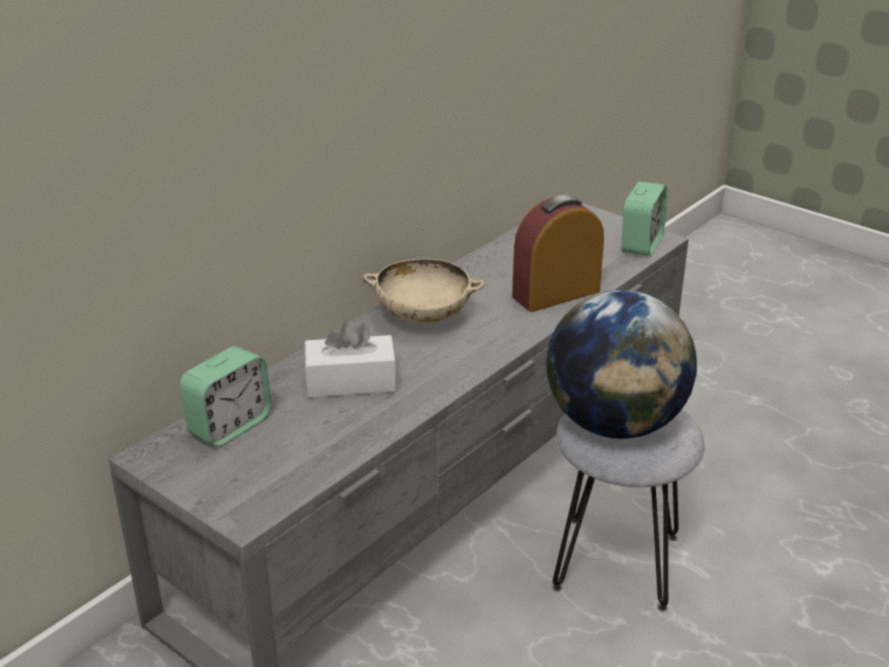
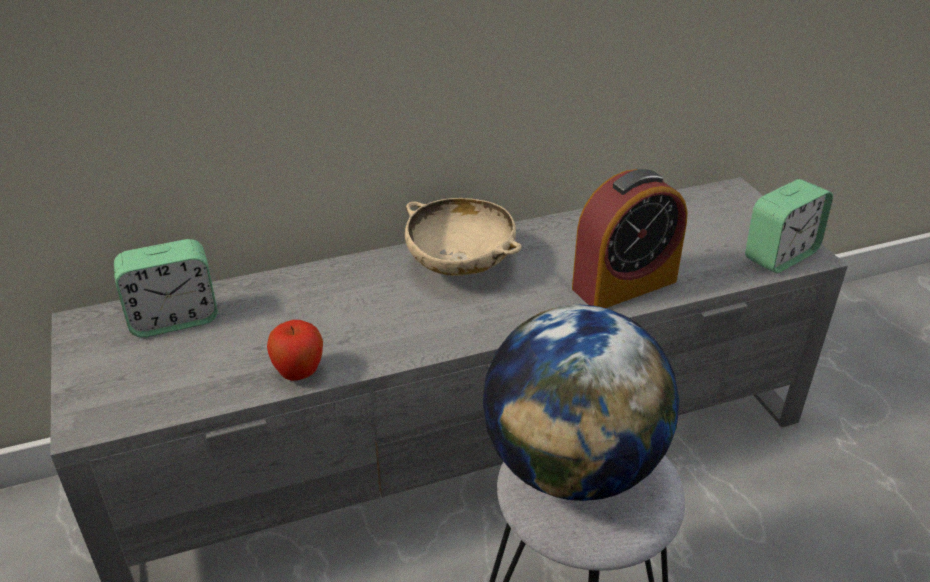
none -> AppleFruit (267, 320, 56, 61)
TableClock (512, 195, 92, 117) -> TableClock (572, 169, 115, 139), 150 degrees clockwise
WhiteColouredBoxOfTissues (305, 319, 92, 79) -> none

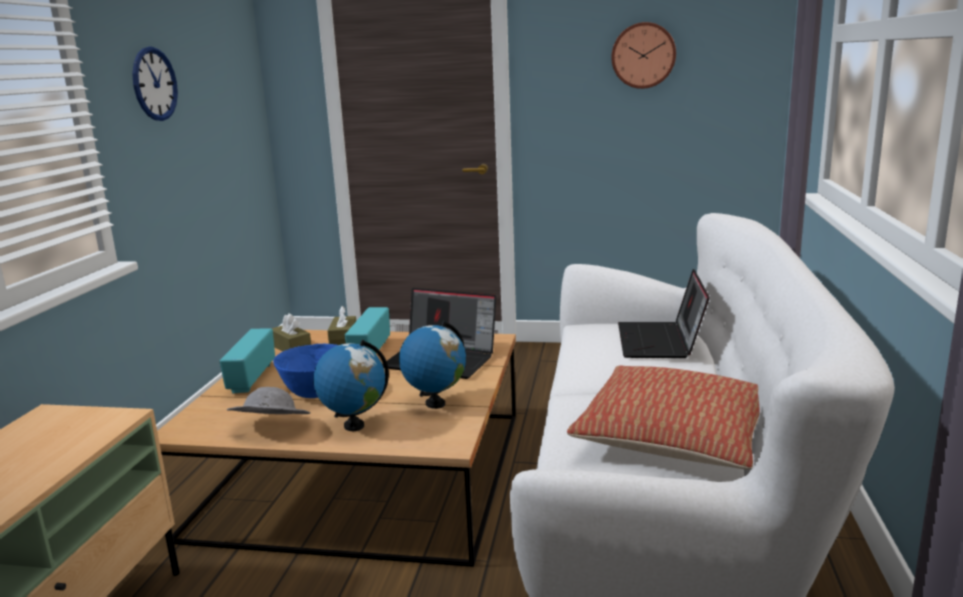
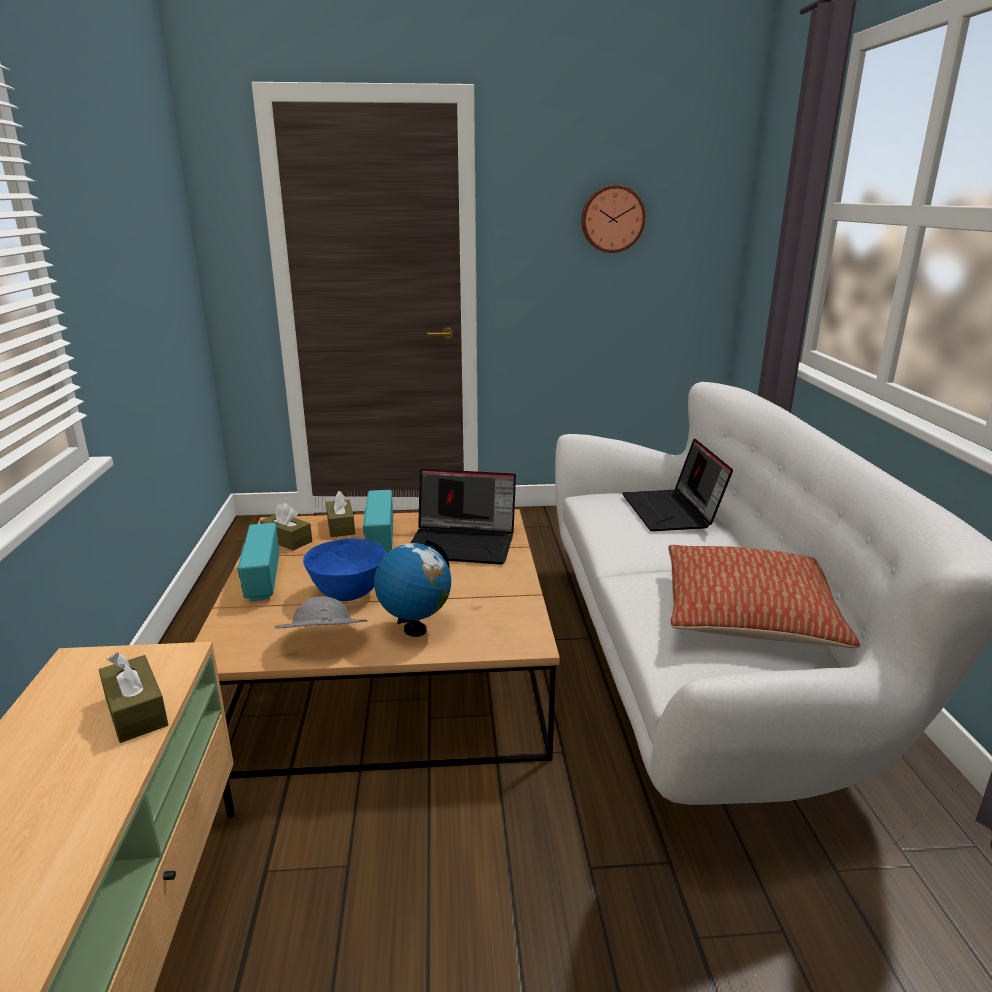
none -> BrownBoxOfTissues (99, 652, 69, 91)
WallClock (132, 47, 46, 74) -> none
DeskGlobe (399, 321, 67, 88) -> none

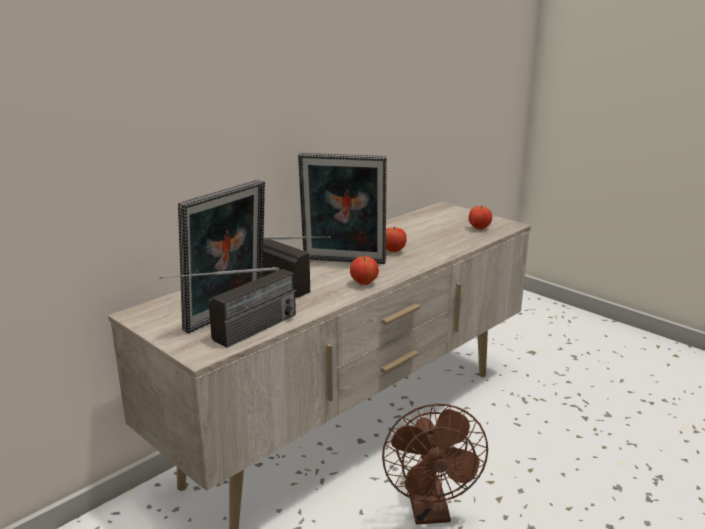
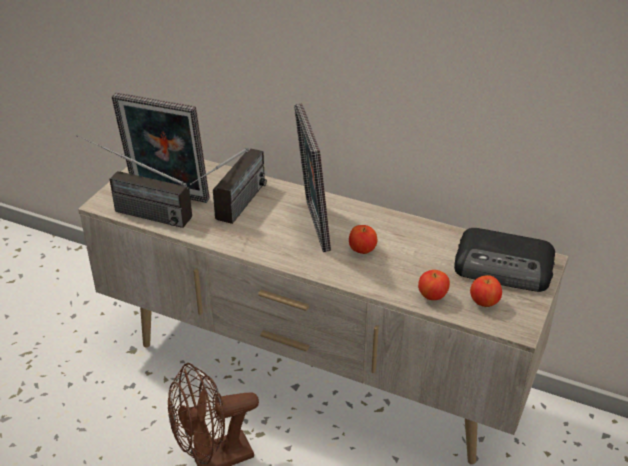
AppleFruit (350, 256, 29, 29) -> AppleFruit (418, 270, 32, 30), moved
none -> RadioSet (454, 228, 101, 64)

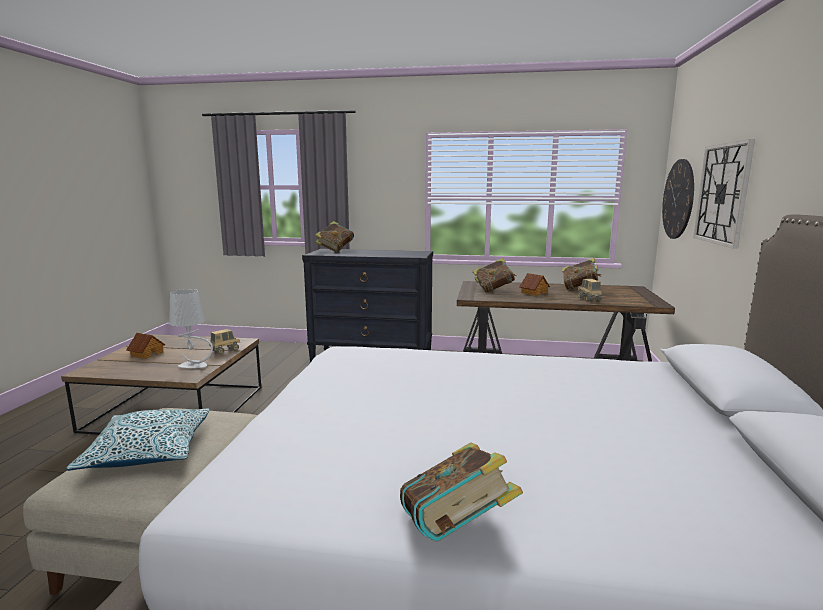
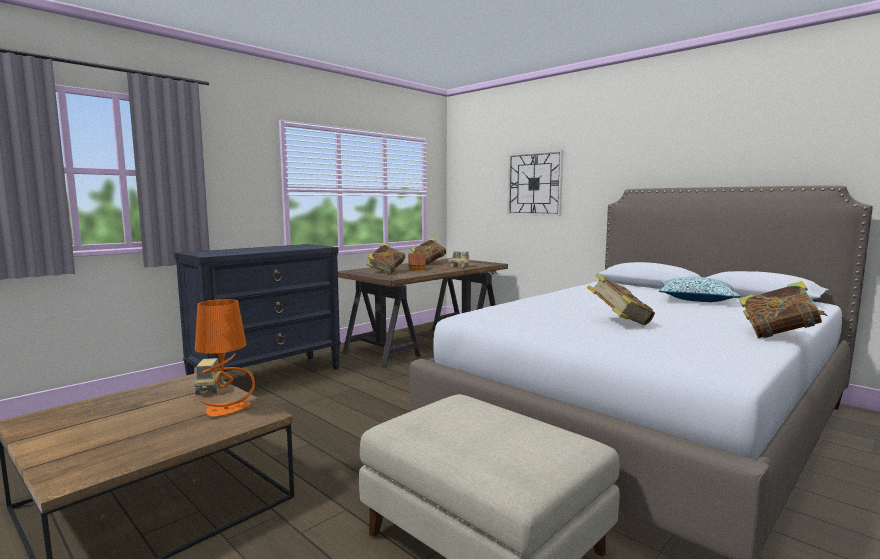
GreyTabletopLamp (169, 289, 44, 79) -> OrangeTabletopLamp (195, 299, 60, 118)
Volume (315, 221, 39, 31) -> Volume (587, 273, 68, 52), moved
Pillow (66, 409, 144, 62) -> Pillow (659, 277, 82, 25), moved
MiniatureHouse (126, 333, 39, 26) -> none
WallClock (662, 159, 32, 80) -> none

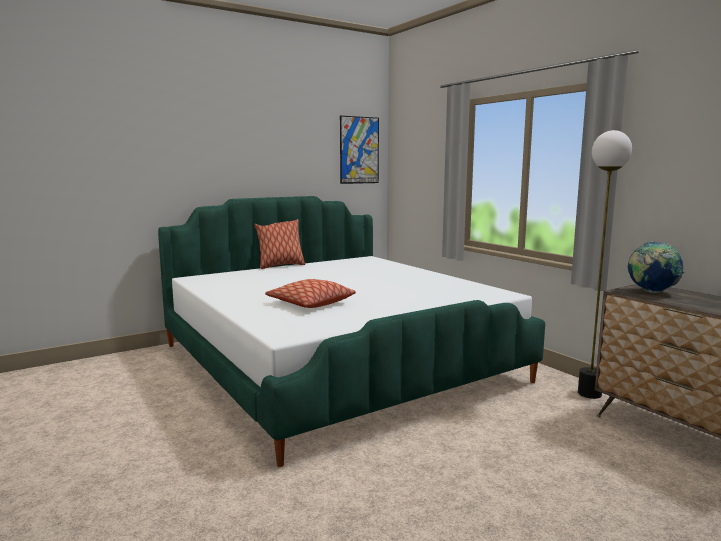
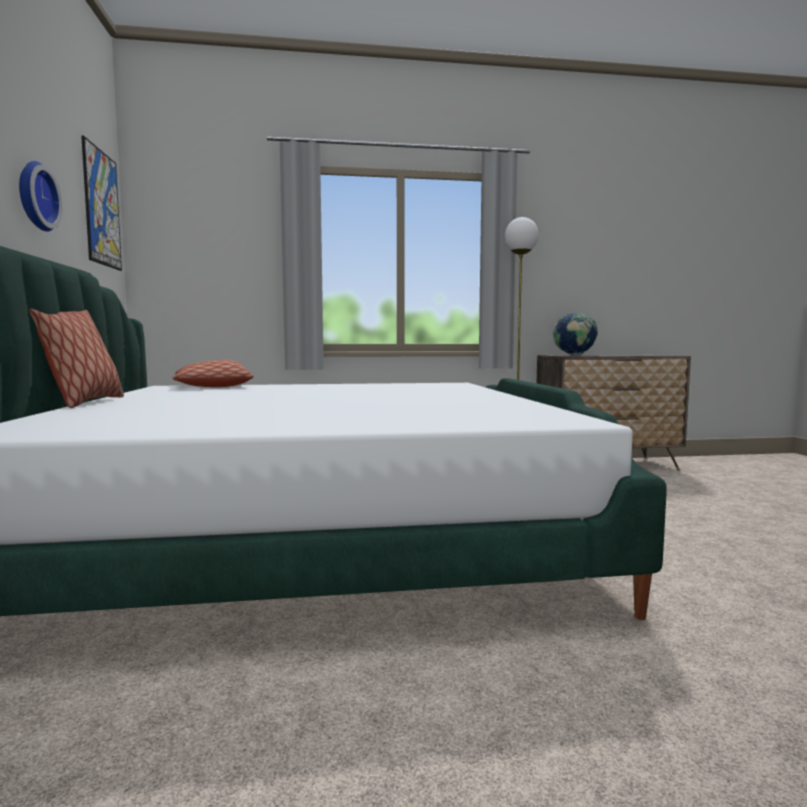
none -> WallClock (19, 161, 44, 71)
Pillow (265, 279, 91, 29) -> Pillow (173, 360, 81, 27), moved

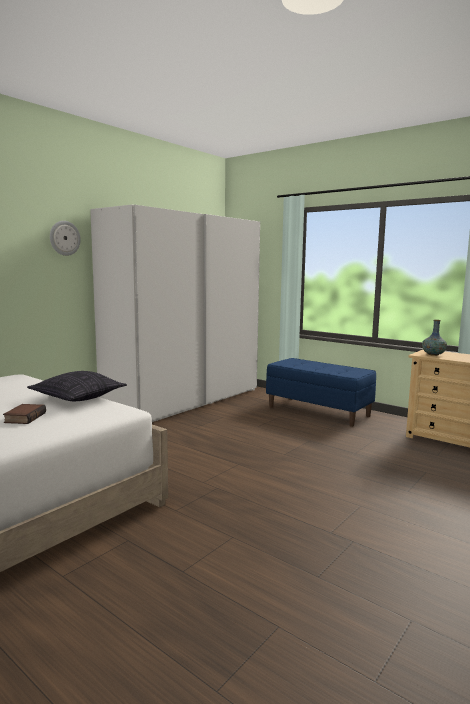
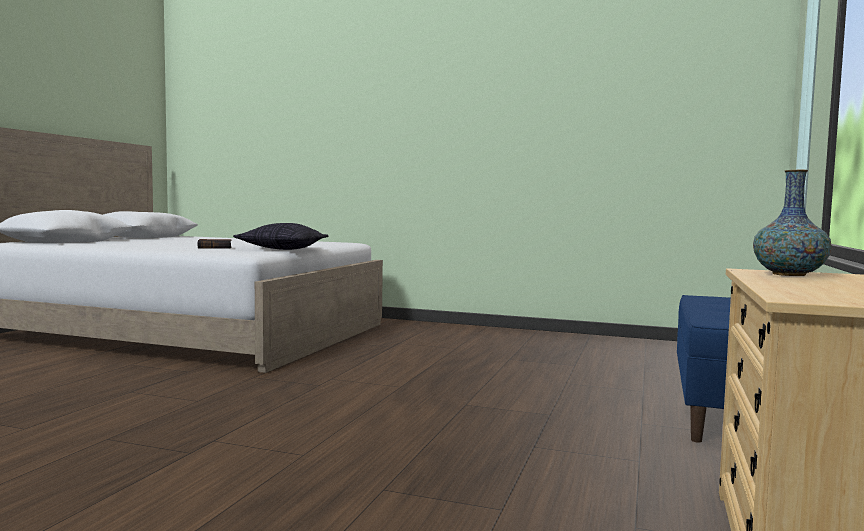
WallClock (50, 221, 31, 35) -> none
WhiteColouredWardrobe (90, 204, 170, 218) -> none

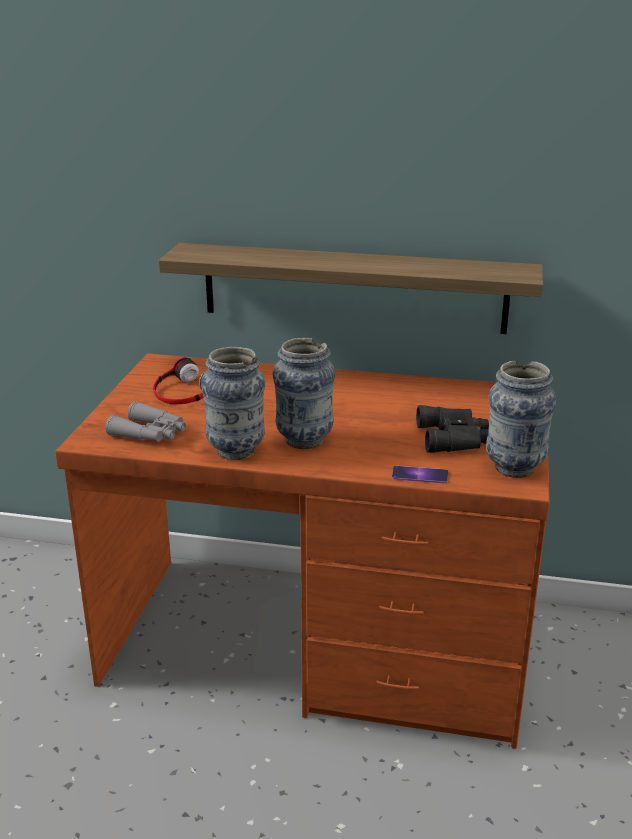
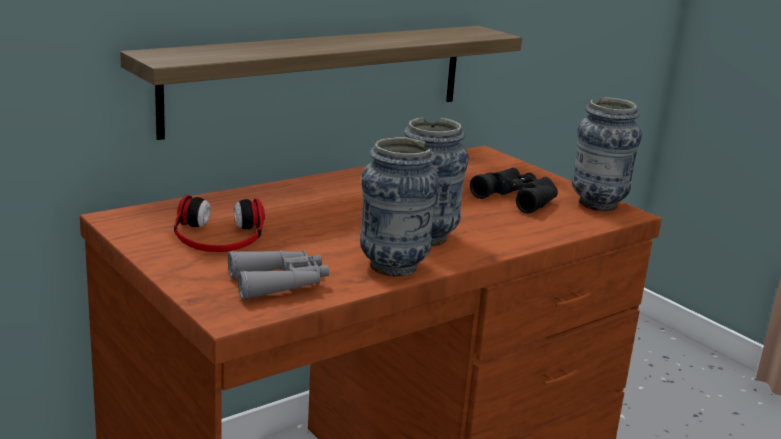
Telephone (392, 466, 56, 17) -> none

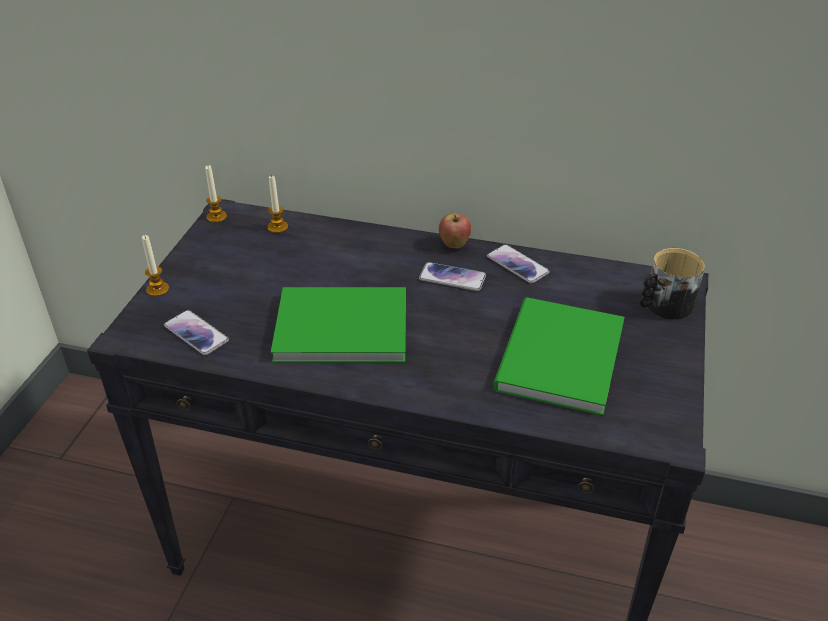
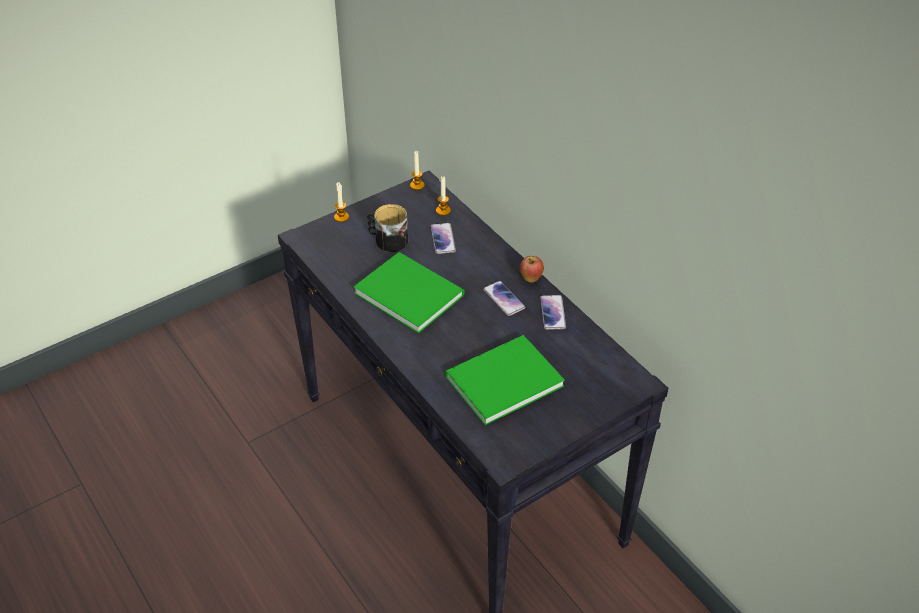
Mug (639, 248, 66, 72) -> Mug (367, 204, 41, 48), moved
Telephone (164, 310, 65, 45) -> Telephone (431, 223, 25, 31), moved

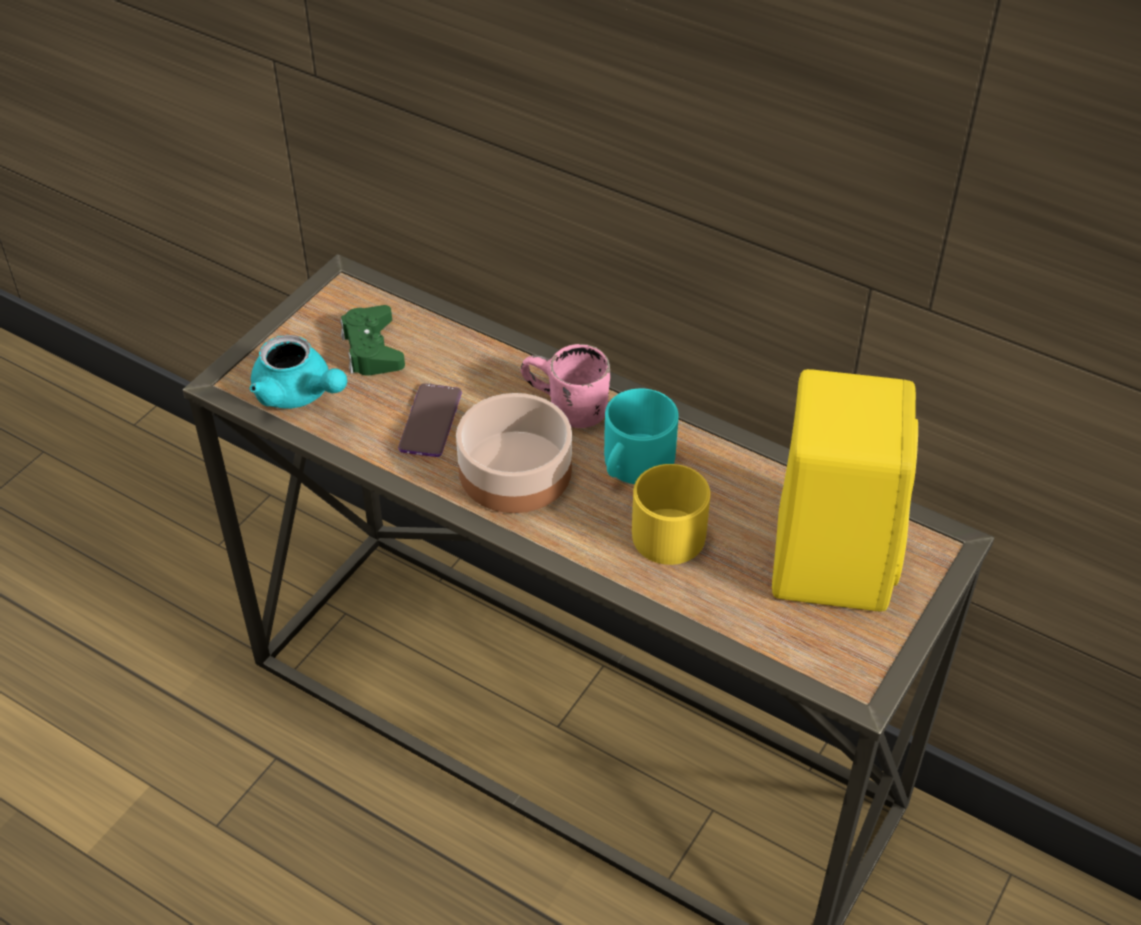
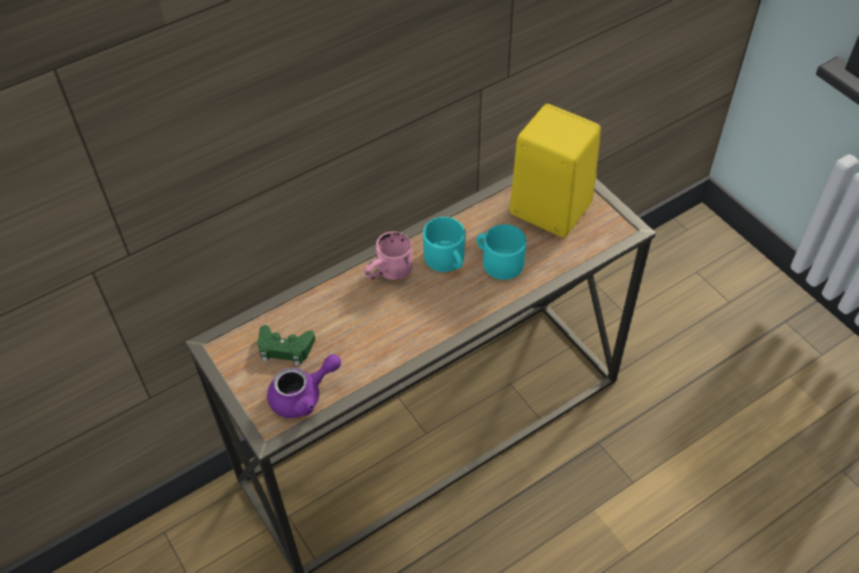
BlueGreenTeaPot (249, 335, 98, 74) -> PurpleColouredTeaPot (267, 354, 74, 64)
YellowishMug (632, 464, 78, 101) -> BlueGreenMug (476, 224, 50, 56)
Telephone (398, 384, 64, 73) -> none
ServingBowl (456, 393, 116, 120) -> none

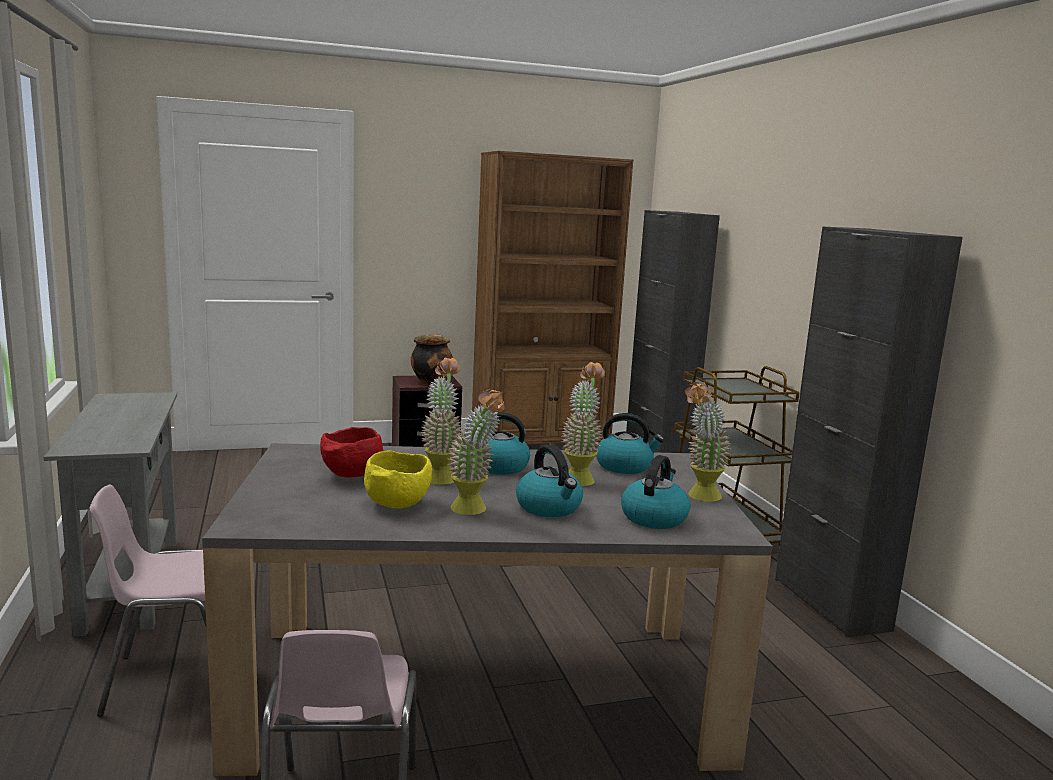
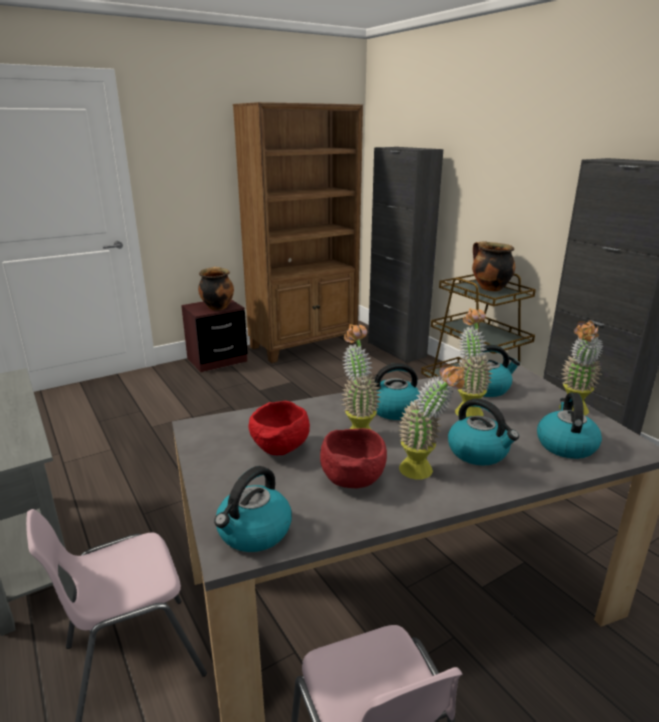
none -> TeaKettle (214, 466, 78, 86)
YellowishServingBowl (364, 451, 68, 58) -> RedColouredServingBowl (320, 428, 67, 60)
none -> Saucepot (472, 241, 43, 51)

